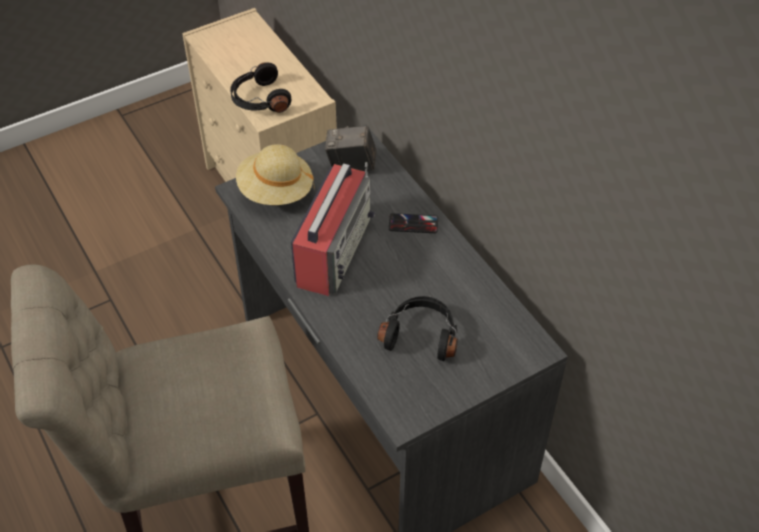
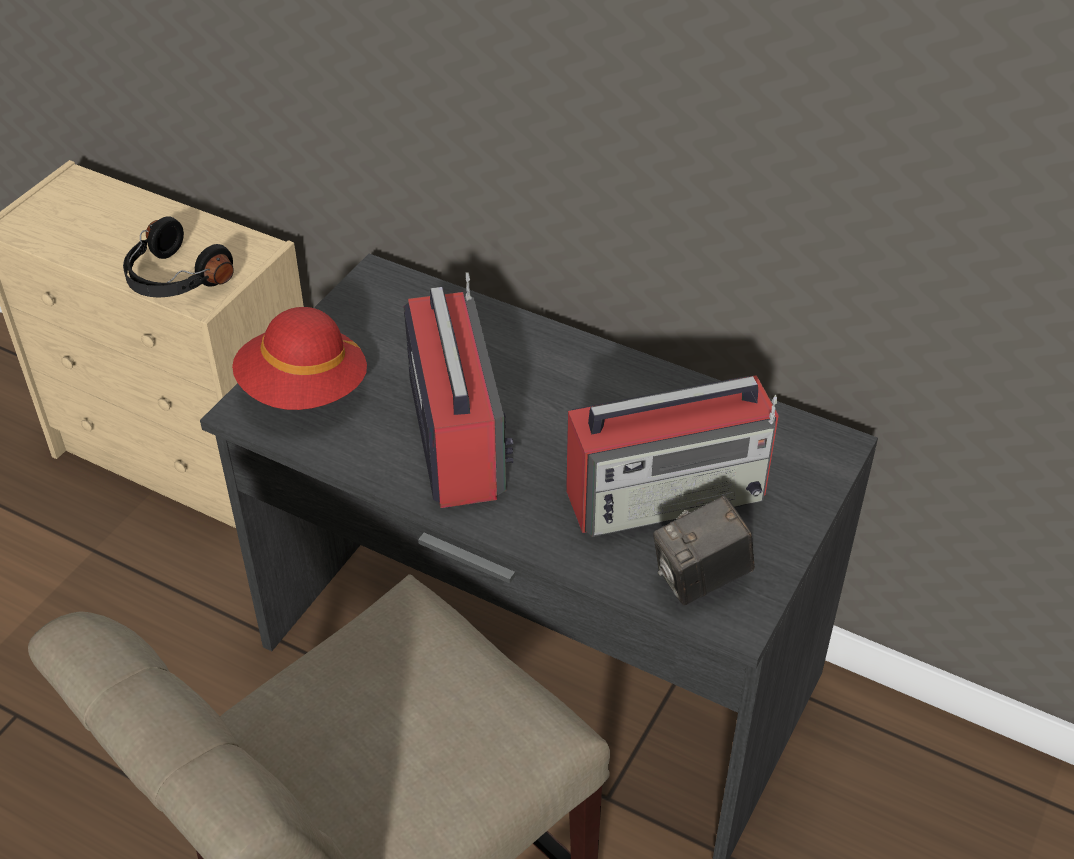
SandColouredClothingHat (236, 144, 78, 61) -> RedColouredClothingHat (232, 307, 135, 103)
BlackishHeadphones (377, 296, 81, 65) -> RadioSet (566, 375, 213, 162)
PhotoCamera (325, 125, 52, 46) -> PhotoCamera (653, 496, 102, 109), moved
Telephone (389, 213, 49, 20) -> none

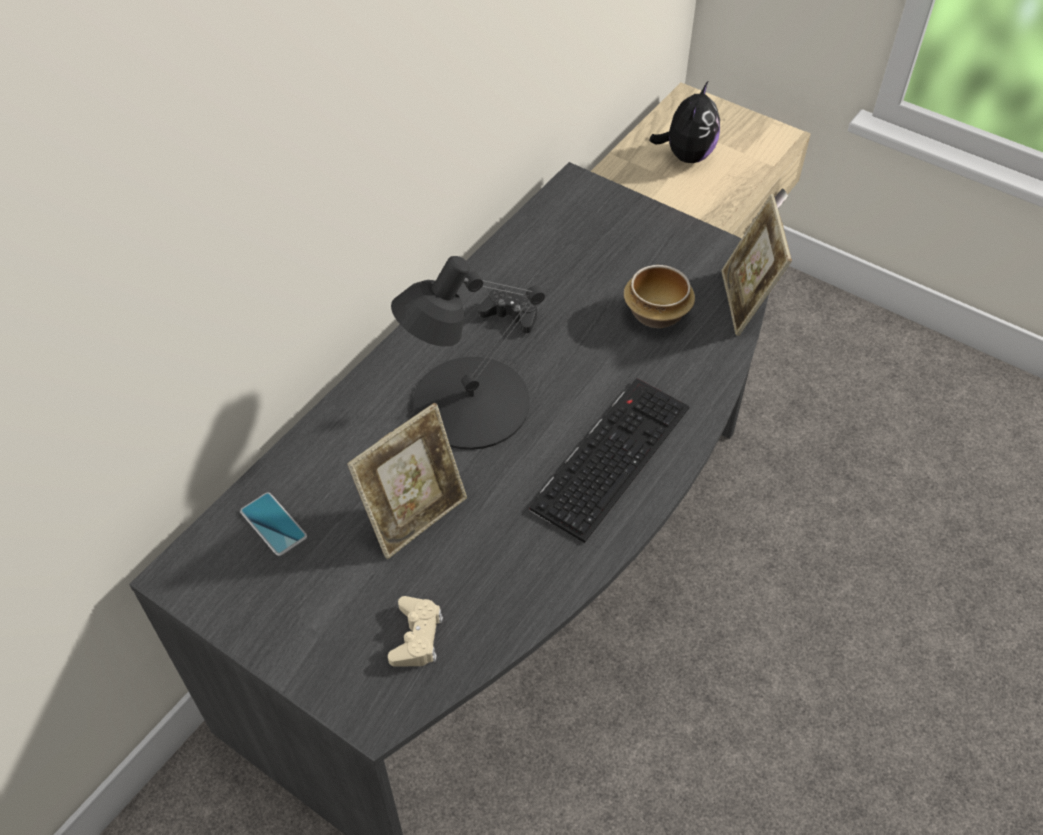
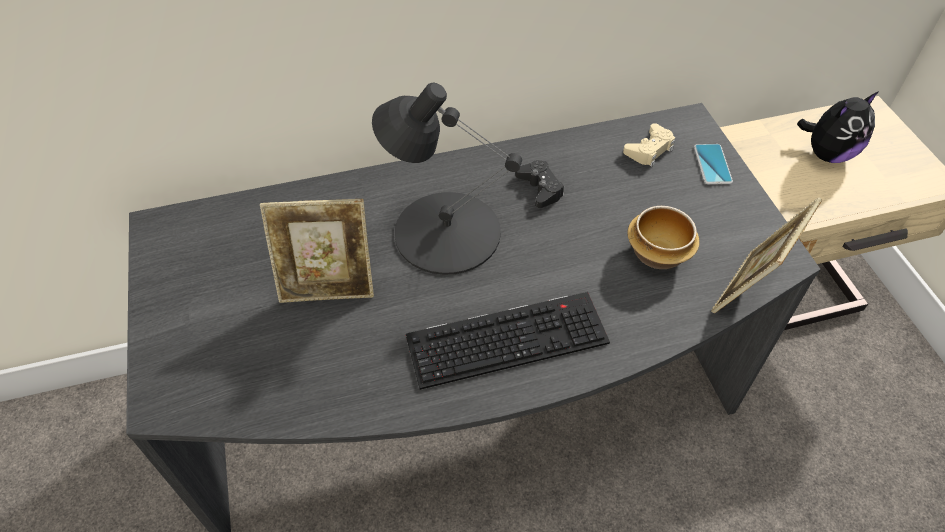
SandColouredJoypad (388, 596, 55, 71) -> SandColouredJoypad (623, 123, 52, 44), moved
Telephone (240, 493, 67, 63) -> Telephone (694, 144, 39, 40), moved

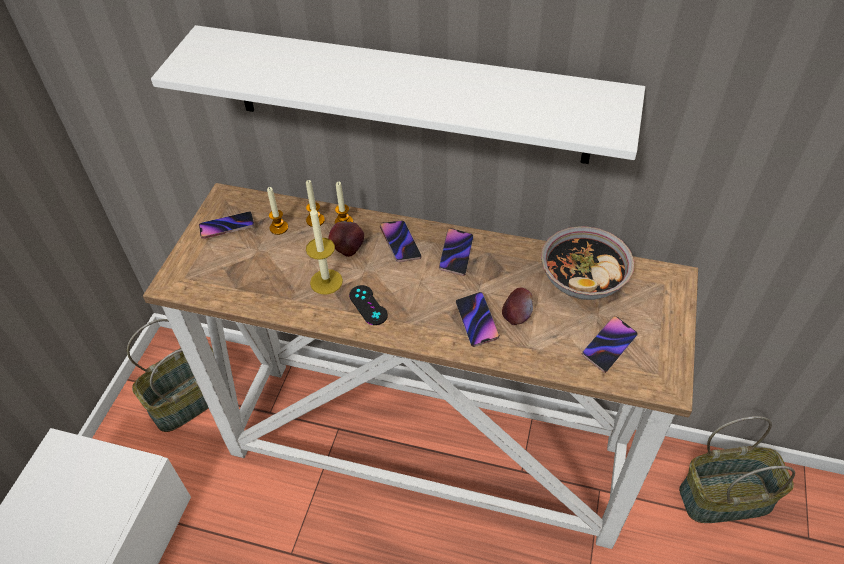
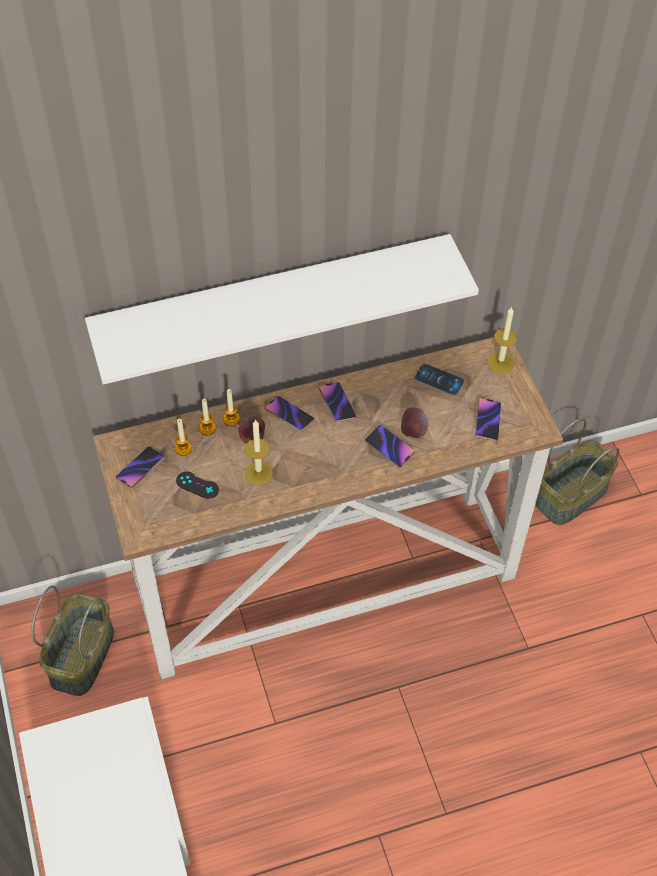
BlackishJoypad (349, 285, 39, 40) -> BlackishJoypad (176, 472, 43, 27), moved
ServingBowl (541, 226, 93, 74) -> Telephone (414, 363, 50, 33)
none -> WaxCandle (488, 307, 29, 67)

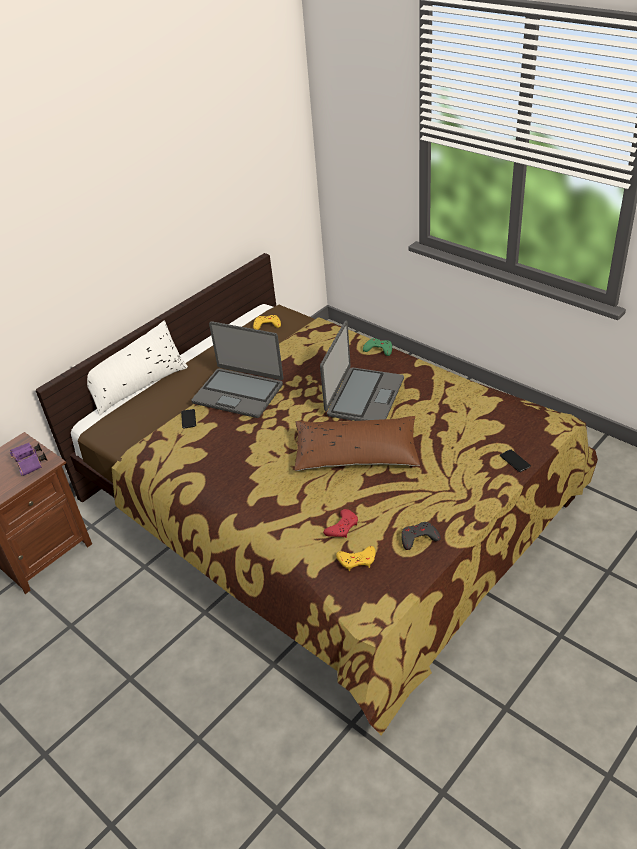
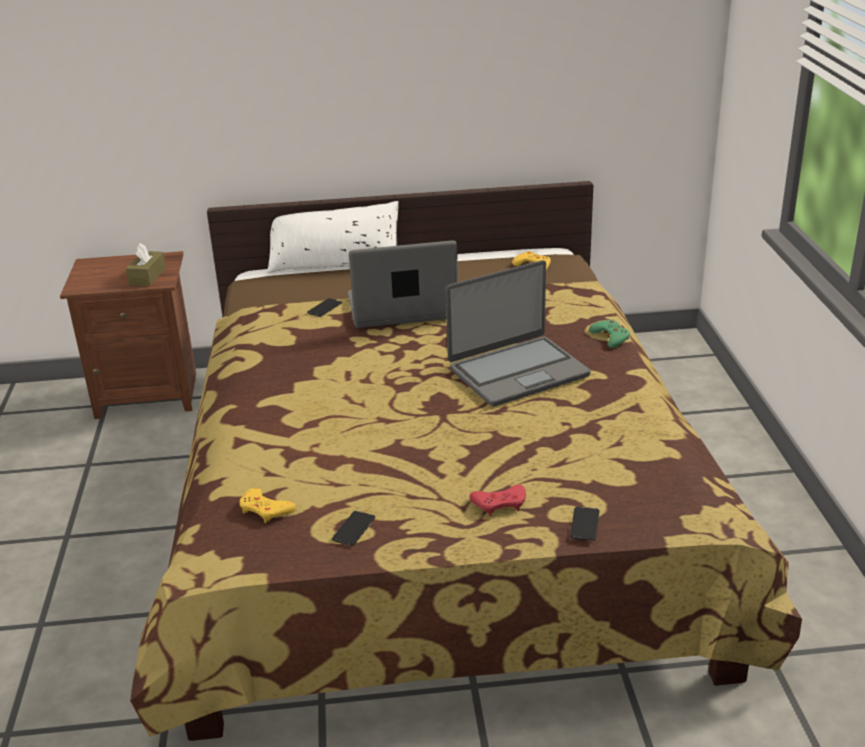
PurpleColouredFieldGlasses (10, 443, 38, 33) -> BrownBoxOfTissues (126, 243, 40, 43)
GreyJoypad (401, 522, 40, 28) -> Telephone (332, 511, 43, 35)
NotebookComputer (191, 321, 92, 97) -> NotebookComputer (348, 240, 110, 88), 105 degrees clockwise
RedColouredJoypad (323, 509, 35, 29) -> RedColouredJoypad (469, 485, 57, 31), moved
BrownPillow (294, 416, 126, 55) -> none

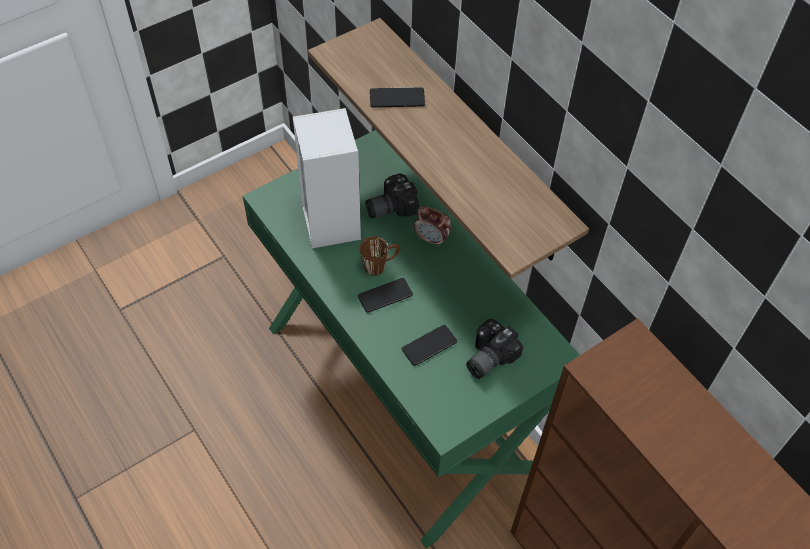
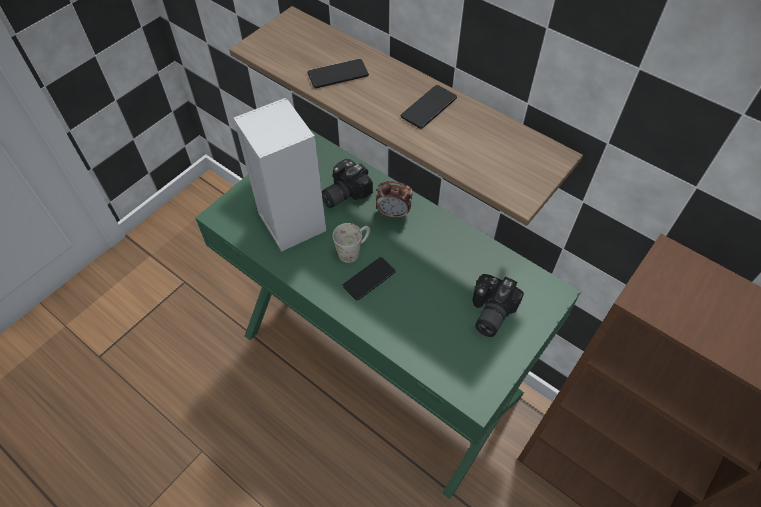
BrownMug (360, 237, 40, 39) -> WhiteColouredMug (333, 223, 37, 40)
Telephone (402, 325, 55, 41) -> Telephone (401, 85, 56, 44), moved

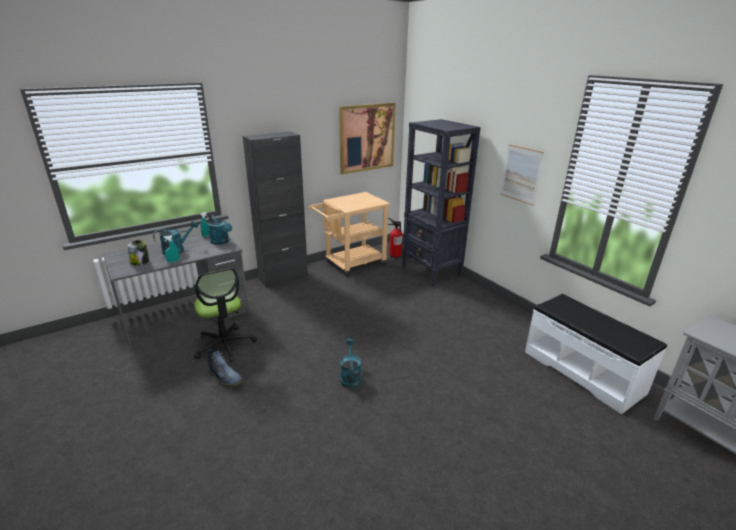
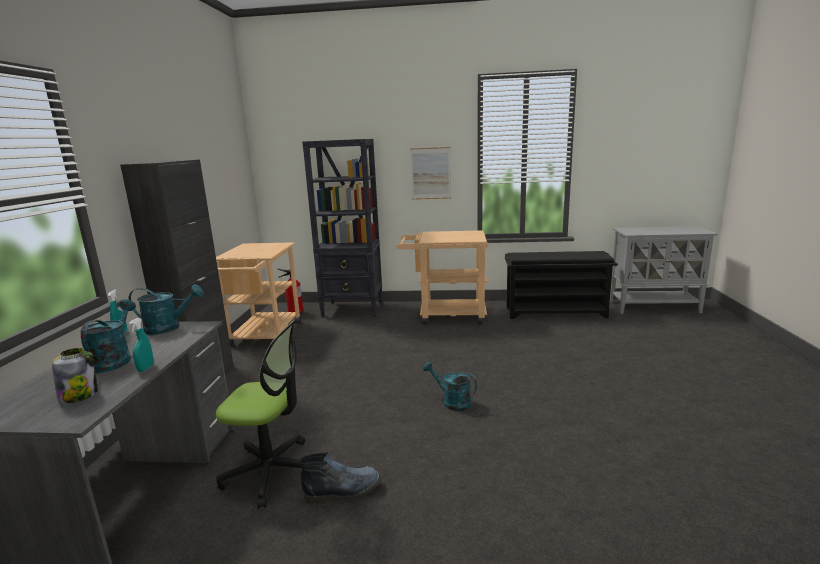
none -> SandColouredWheeledCart (396, 230, 92, 95)
WhiteColouredLongSeat (525, 294, 142, 120) -> BlackishShoeStand (505, 251, 113, 68)
Picture (339, 103, 57, 71) -> none

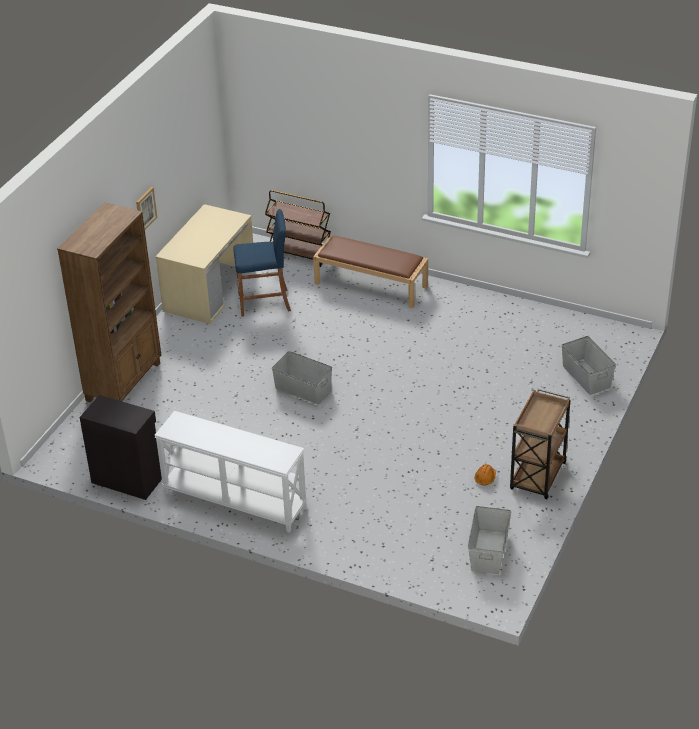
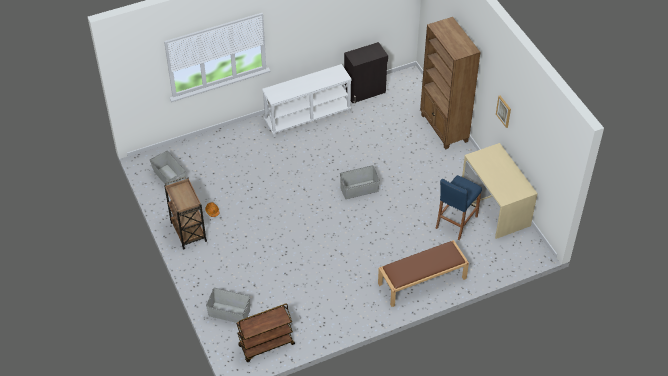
BrownWheeledCart (265, 190, 66, 77) -> BrownWheeledCart (236, 303, 59, 59), moved

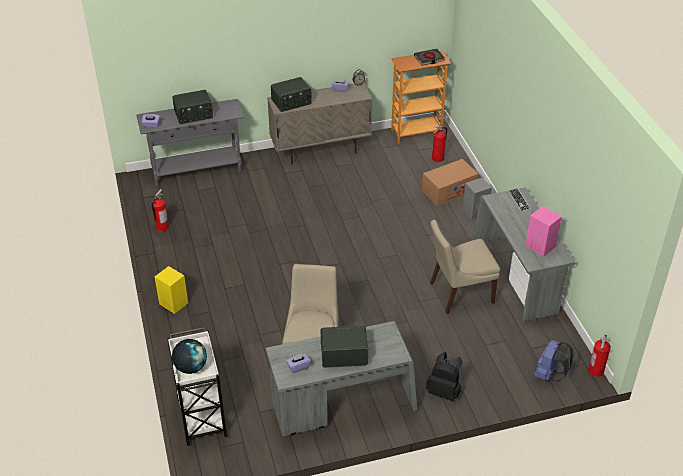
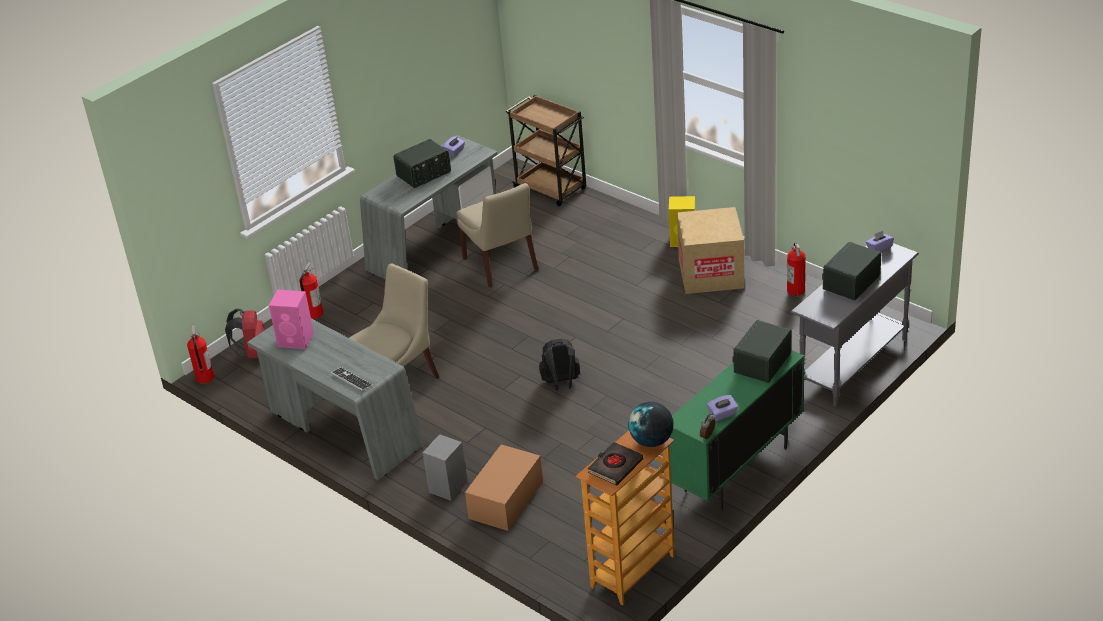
BlueBackpack (534, 340, 40, 41) -> RedColouredBackpack (225, 309, 40, 49)
FireFightingCylinder (432, 126, 15, 36) -> FireFightingCylinder (299, 261, 25, 58), moved
WhiteColouredWheeledCart (167, 327, 61, 119) -> BrownWheeledCart (506, 95, 80, 111)
BlackishBackpack (426, 352, 36, 49) -> BlackishBackpack (539, 339, 41, 52), moved
DeskGlobe (172, 339, 35, 35) -> DeskGlobe (628, 402, 46, 45), moved
SandColouredCupboard (267, 83, 106, 82) -> GreenCupboard (669, 350, 135, 161)
none -> Carton (677, 207, 67, 87)

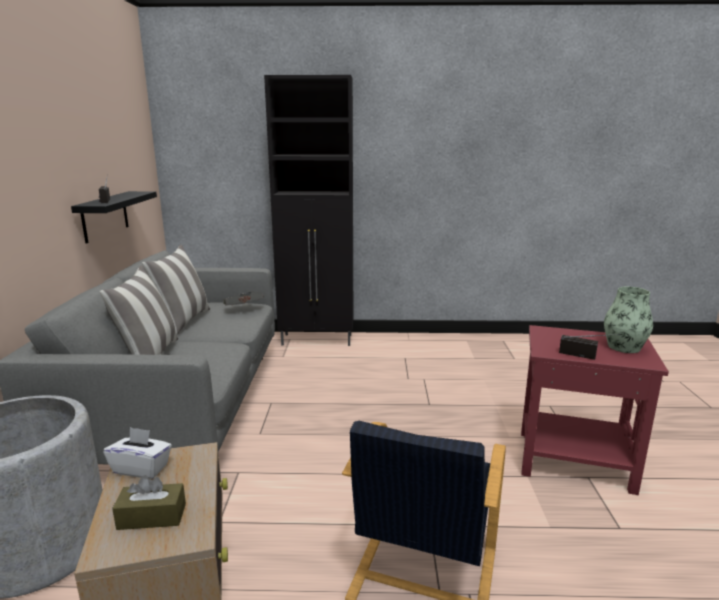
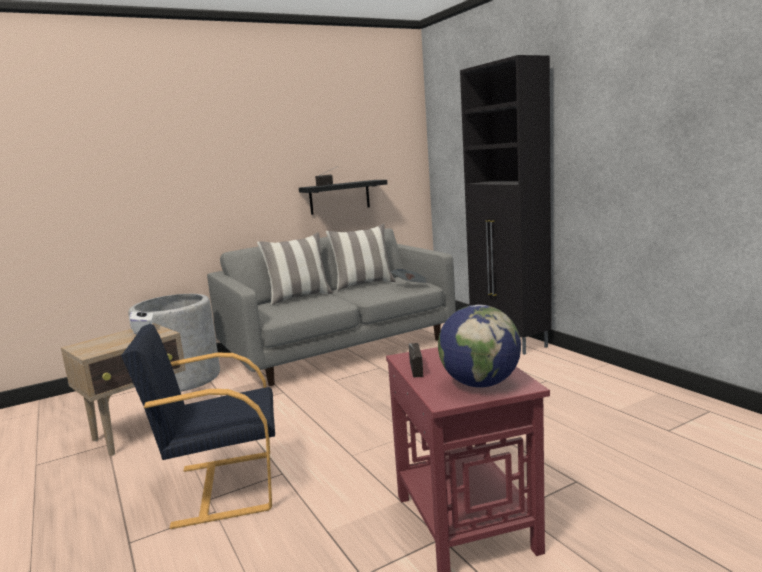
Vase (604, 286, 49, 67) -> DeskGlobe (438, 305, 83, 83)
BrownBoxOfTissues (112, 475, 74, 55) -> none

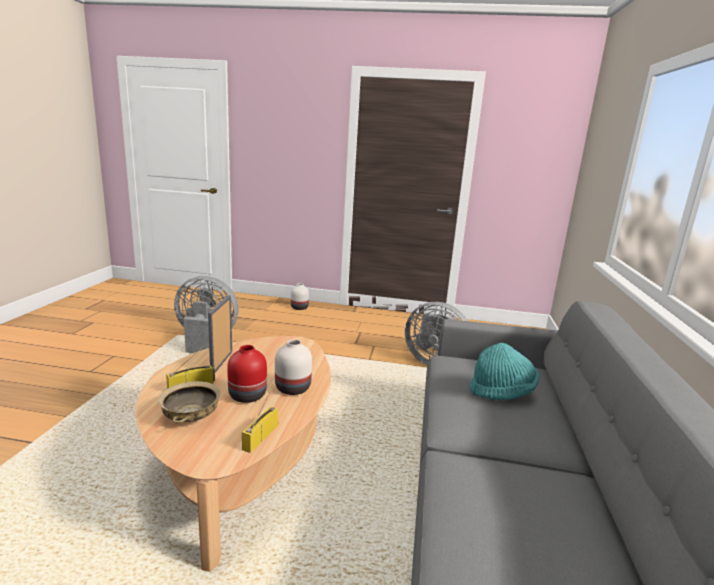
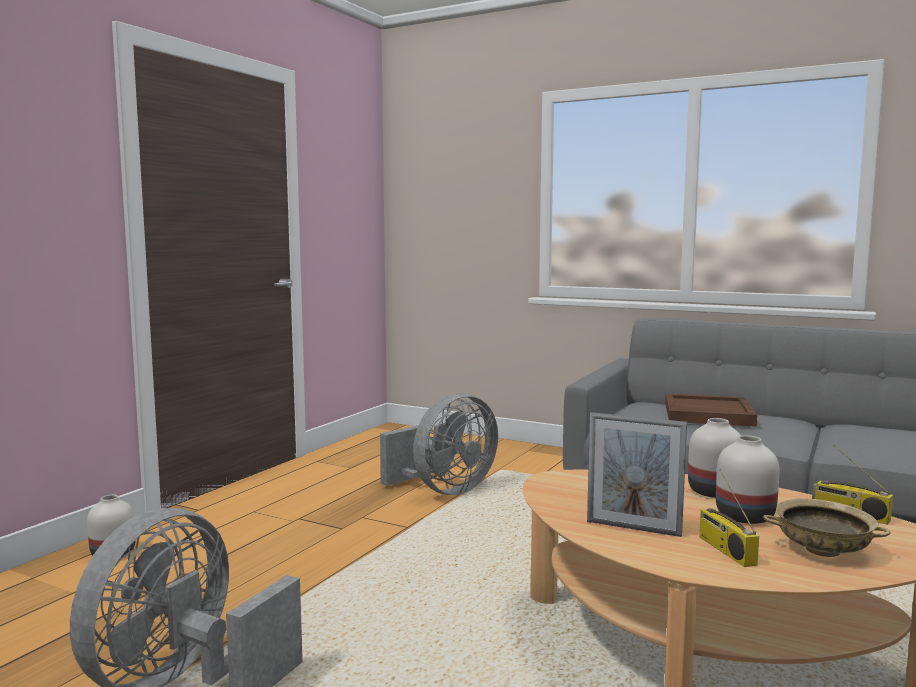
BlueGreenClothingHat (469, 343, 71, 57) -> BrownCarryingTray (665, 394, 92, 33)
RedColouredVase (227, 345, 40, 58) -> WhiteColouredVase (716, 435, 64, 89)

